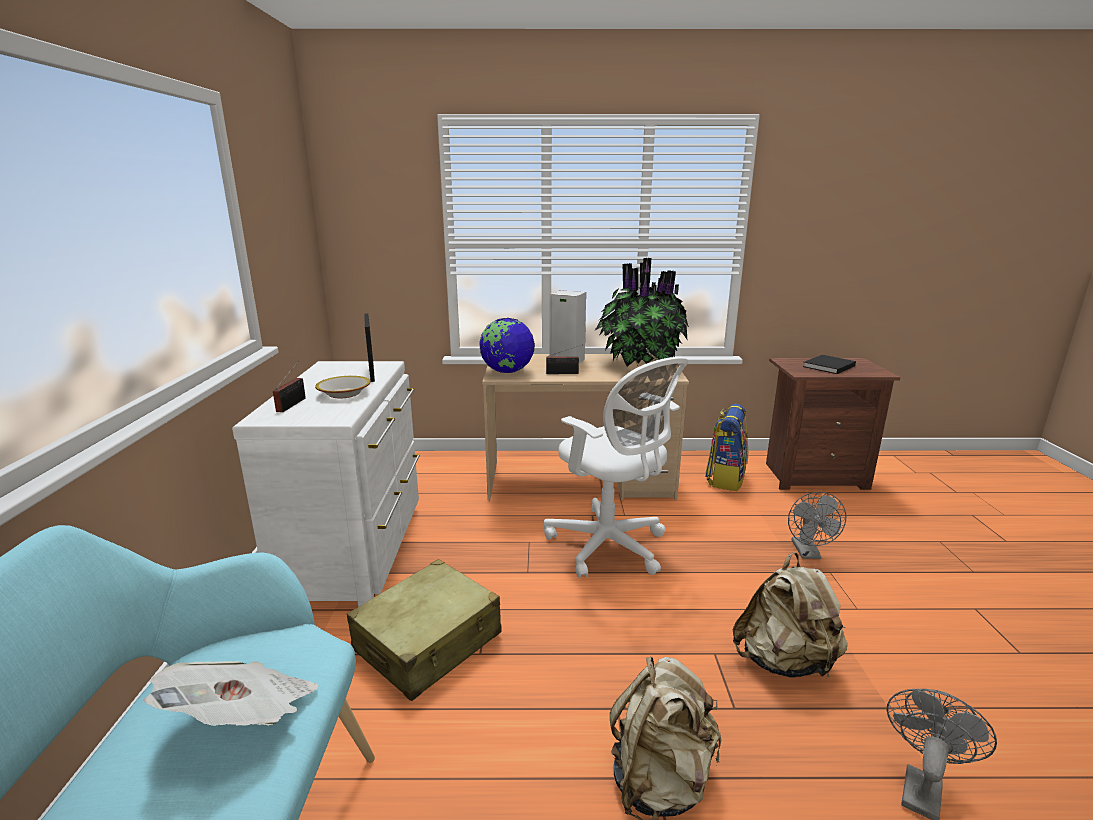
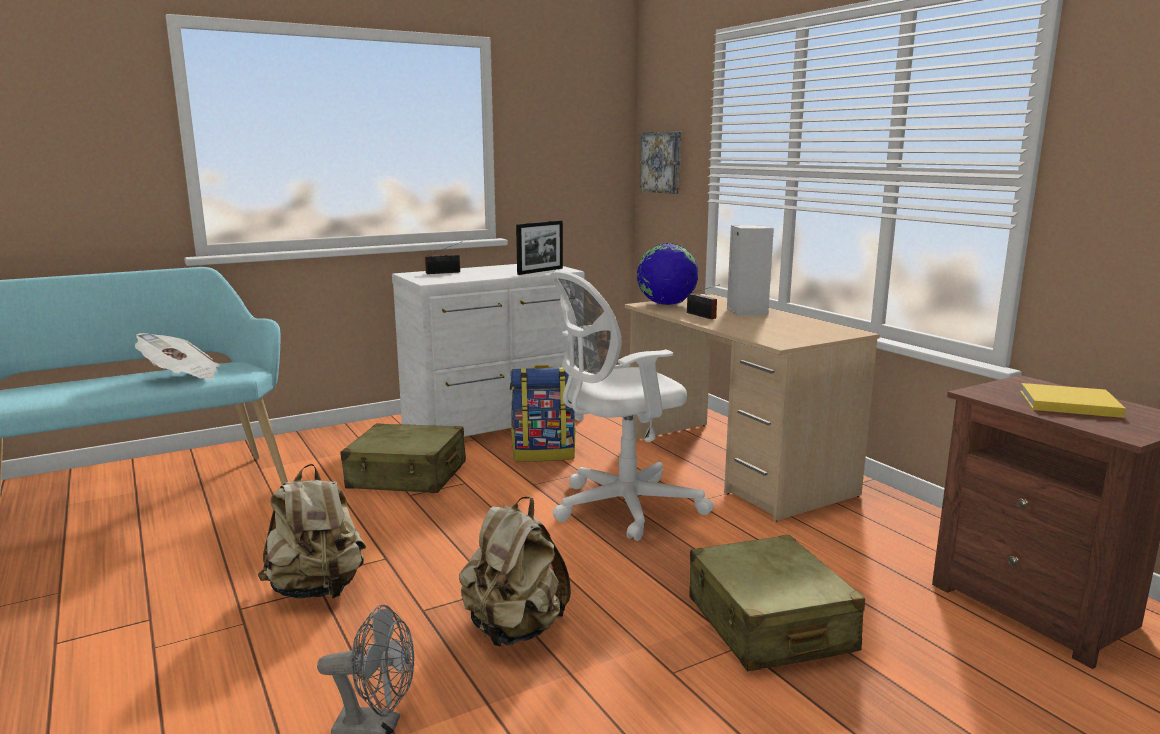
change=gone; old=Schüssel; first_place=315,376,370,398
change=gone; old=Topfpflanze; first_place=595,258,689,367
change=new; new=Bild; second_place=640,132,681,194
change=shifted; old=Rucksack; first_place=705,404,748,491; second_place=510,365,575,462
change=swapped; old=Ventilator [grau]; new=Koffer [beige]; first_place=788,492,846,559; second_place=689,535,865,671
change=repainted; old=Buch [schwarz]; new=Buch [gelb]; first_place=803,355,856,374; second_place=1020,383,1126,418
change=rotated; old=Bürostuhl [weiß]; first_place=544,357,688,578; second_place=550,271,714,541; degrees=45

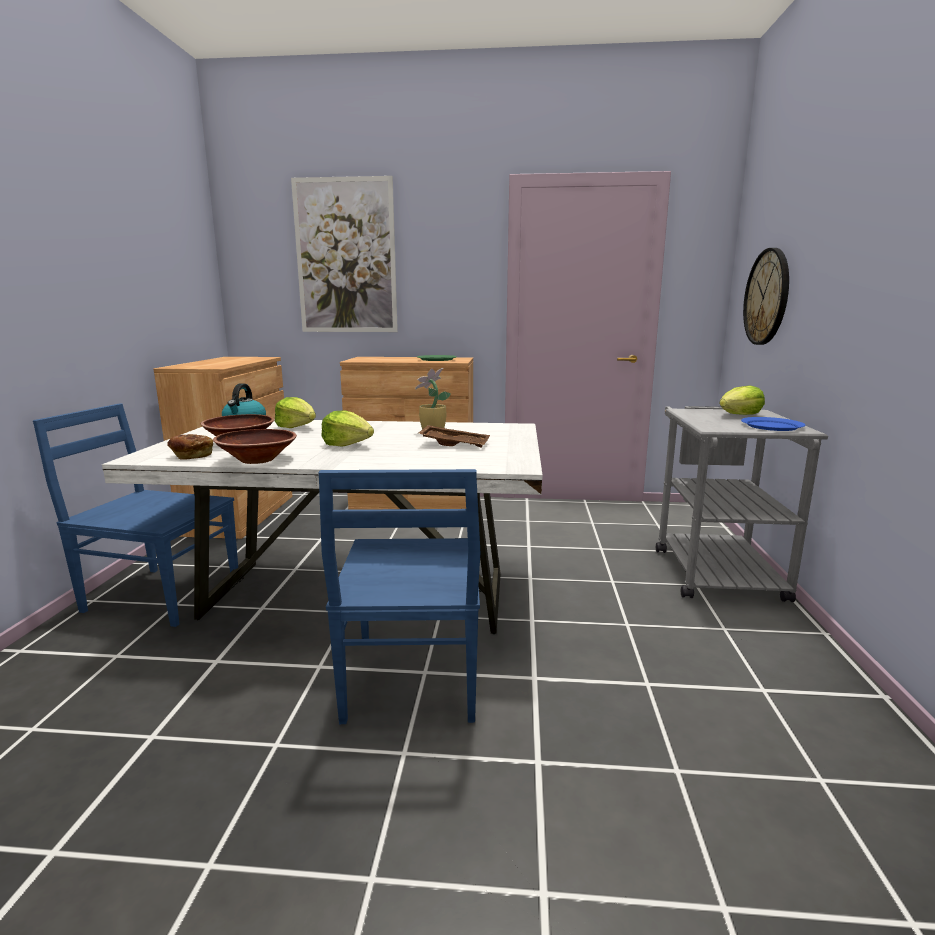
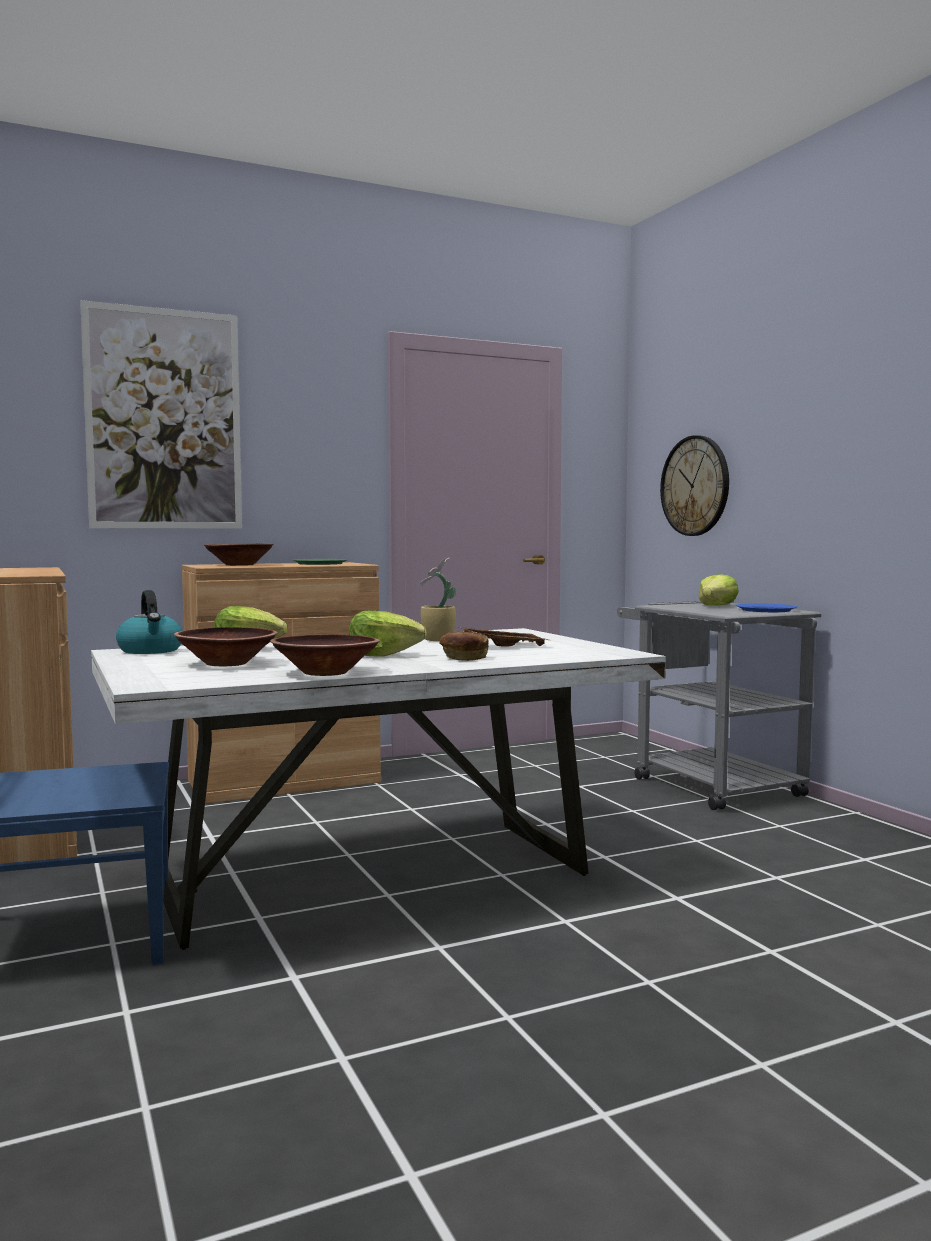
change=gone; old=Stuhl [blau]; first_place=318,469,480,724
change=new; new=Schüssel [braun]; second_place=204,543,274,566
change=shifted; old=Brot; first_place=167,434,213,460; second_place=439,631,489,661

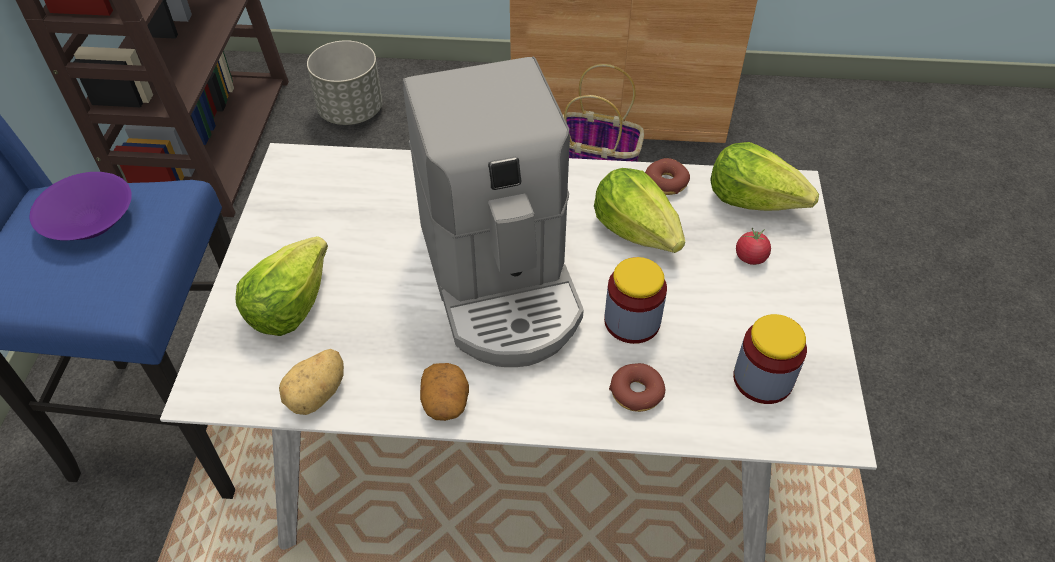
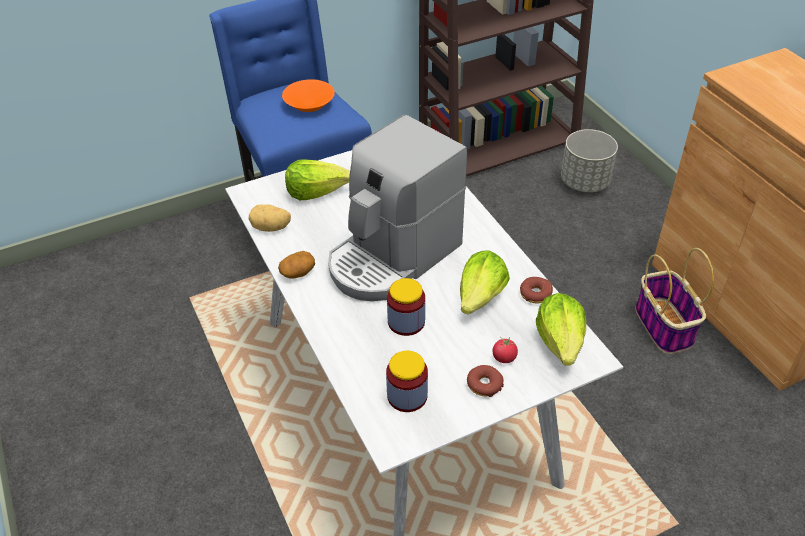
change=shifted; old=Donut; first_place=609,363,665,412; second_place=467,365,504,397
change=repainted; old=Schüssel [lila]; new=Schüssel [orange]; first_place=29,172,132,240; second_place=282,79,335,112

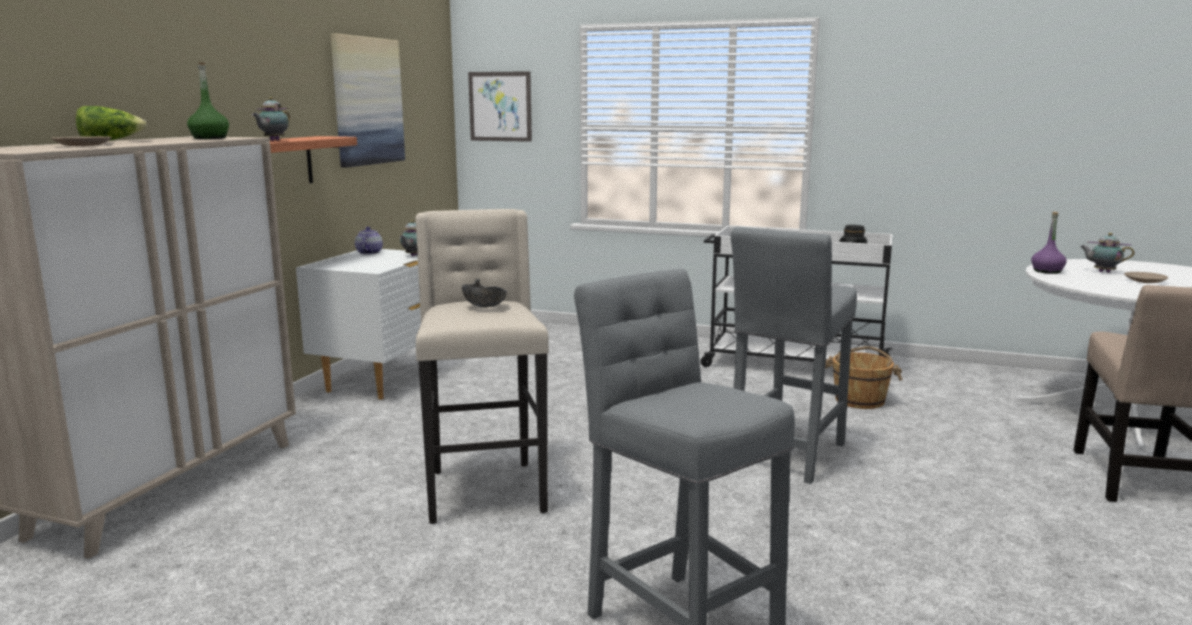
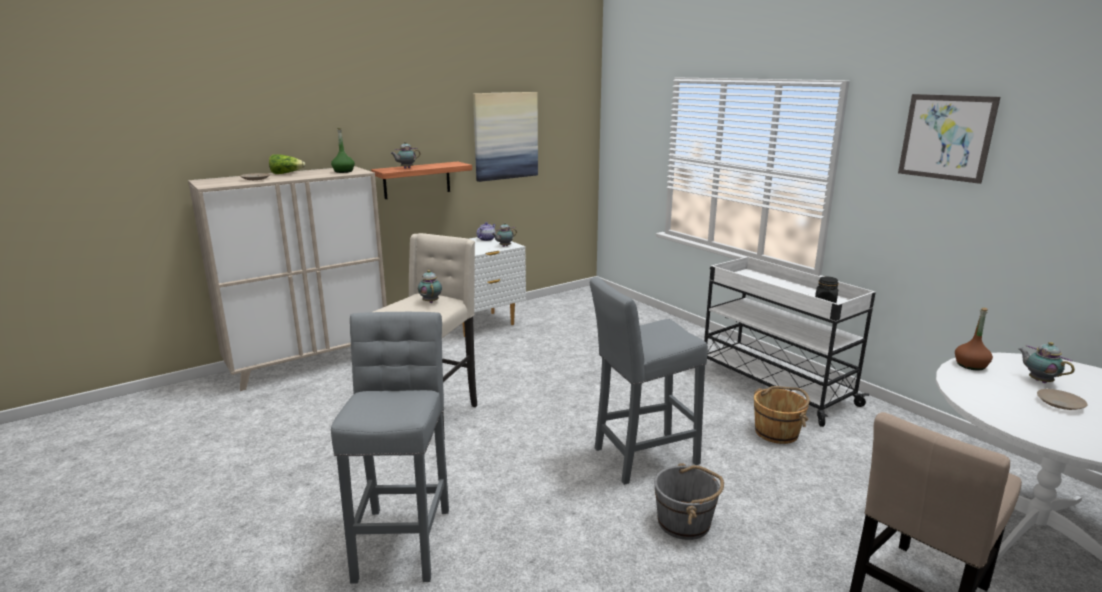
change=new; new=Eimer [grau]; second_place=654,463,724,540
change=shifted; old=Bild; first_place=468,71,532,142; second_place=898,94,1000,184
change=swapped; old=Schüssel [grau]; new=Teekanne; first_place=462,279,507,308; second_place=418,270,442,303
change=repainted; old=Flasche [lila]; new=Flasche [braun]; first_place=1031,212,1067,274; second_place=955,308,993,371

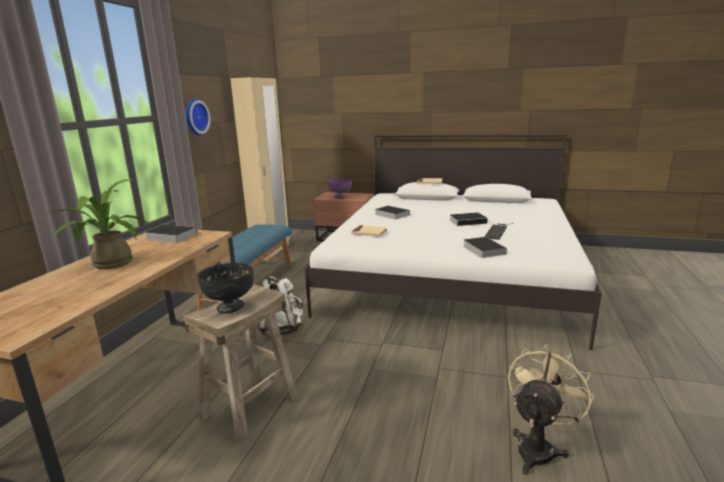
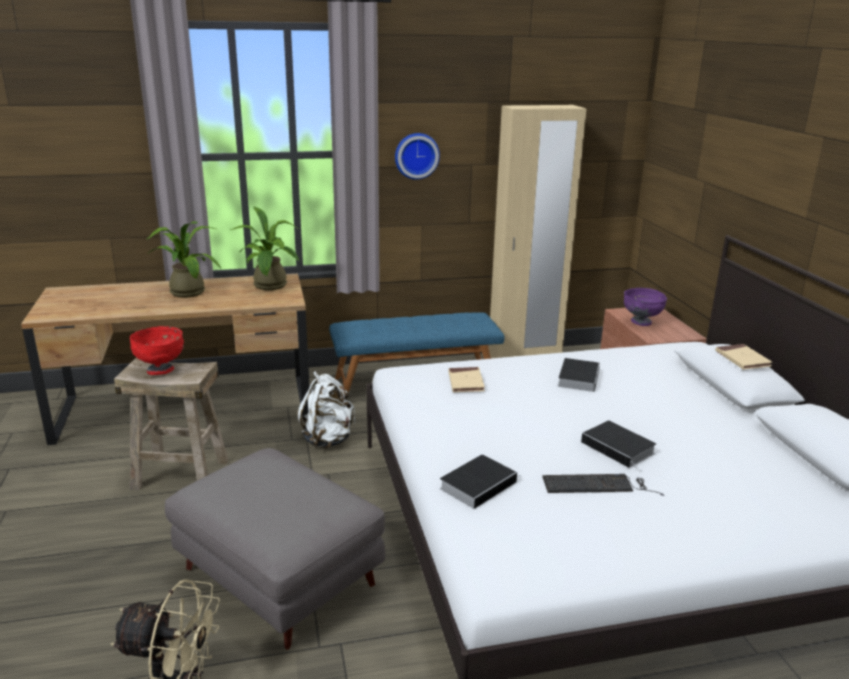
change=new; new=Polsterhocker [grau]; second_place=165,448,385,650
change=swapped; old=Buch; new=Topfpflanze; first_place=144,224,197,243; second_place=230,206,299,290
change=repainted; old=Schüssel [schwarz]; new=Schüssel [rot]; first_place=198,263,254,314; second_place=130,326,184,375

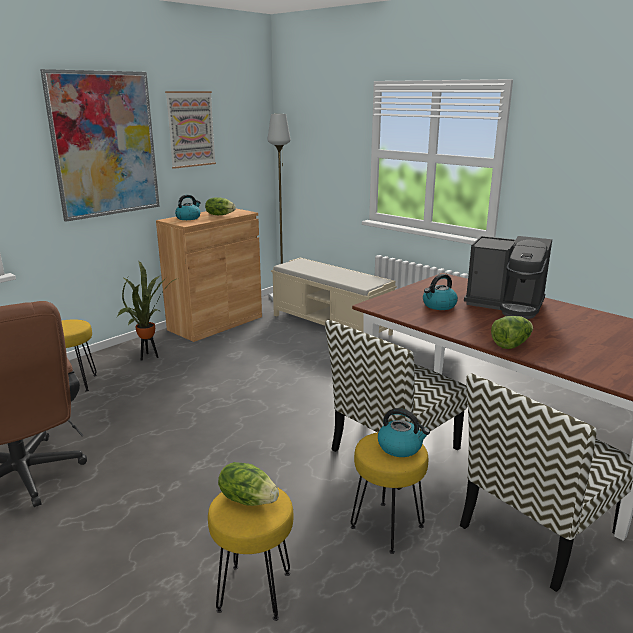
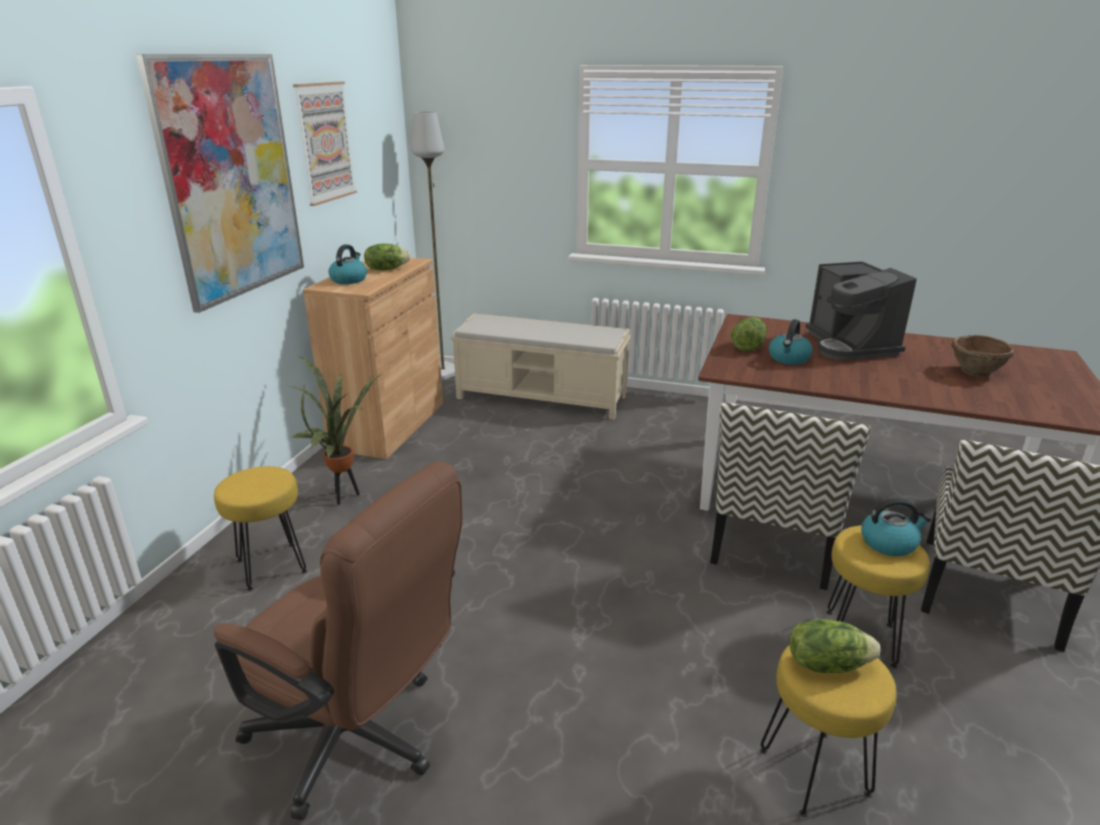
change=new; new=Schüssel [braun]; second_place=951,335,1015,377
change=shifted; old=Salatkopf; first_place=491,316,533,349; second_place=731,317,767,352
change=rotated; old=Kaffeemaschine; first_place=464,236,552,319; second_place=806,261,917,360; degrees=75

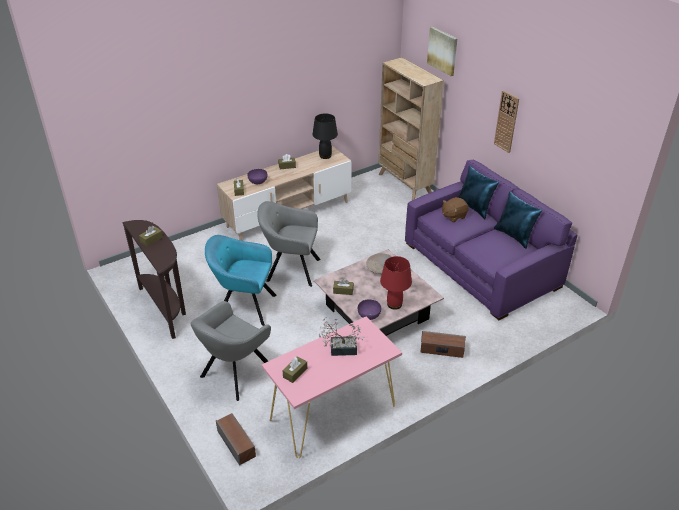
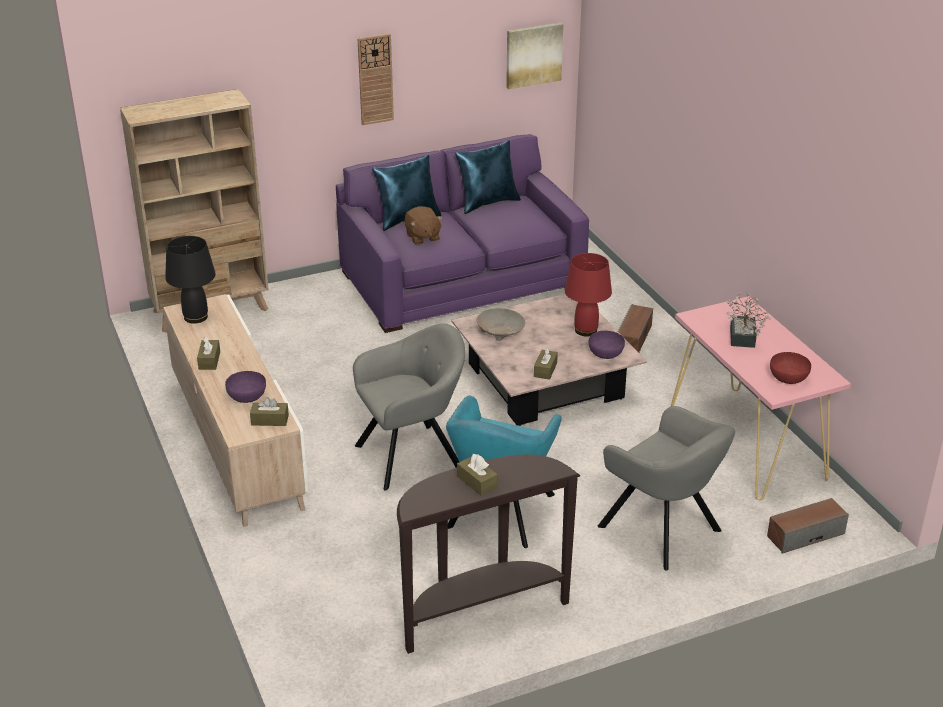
change=shifted; old=Bild; first_place=427,27,457,76; second_place=506,23,563,89
change=swapped; old=Taschentuchbox [braun]; new=Schüssel [rot]; first_place=282,356,307,383; second_place=770,352,811,384
change=rotated; old=Sessel [grau]; first_place=257,201,320,287; second_place=353,323,465,490; degrees=-135

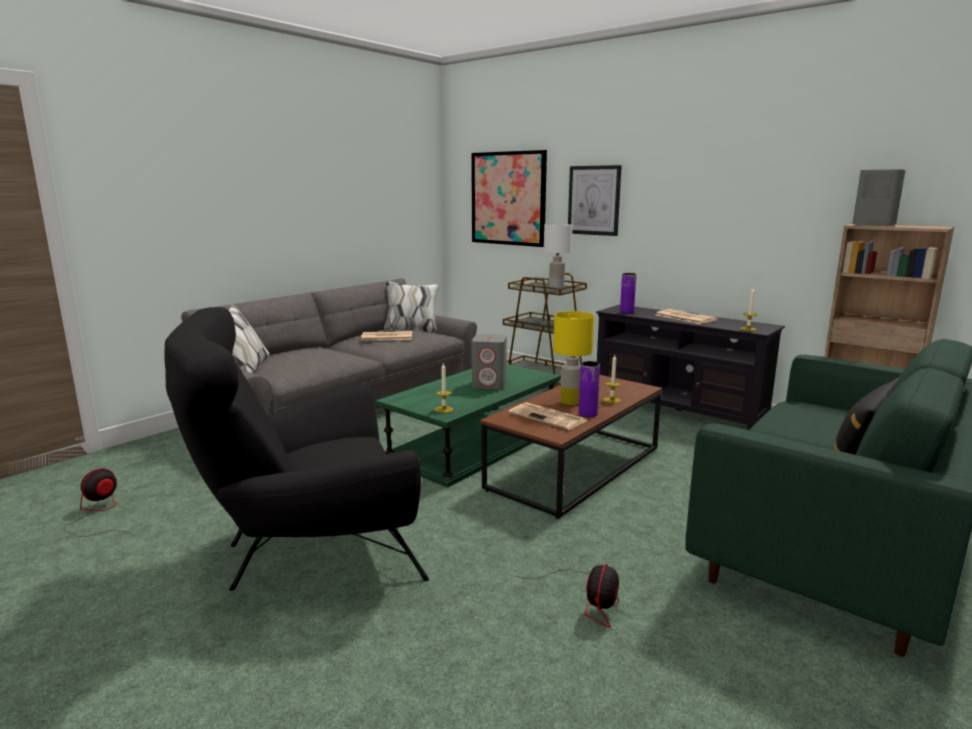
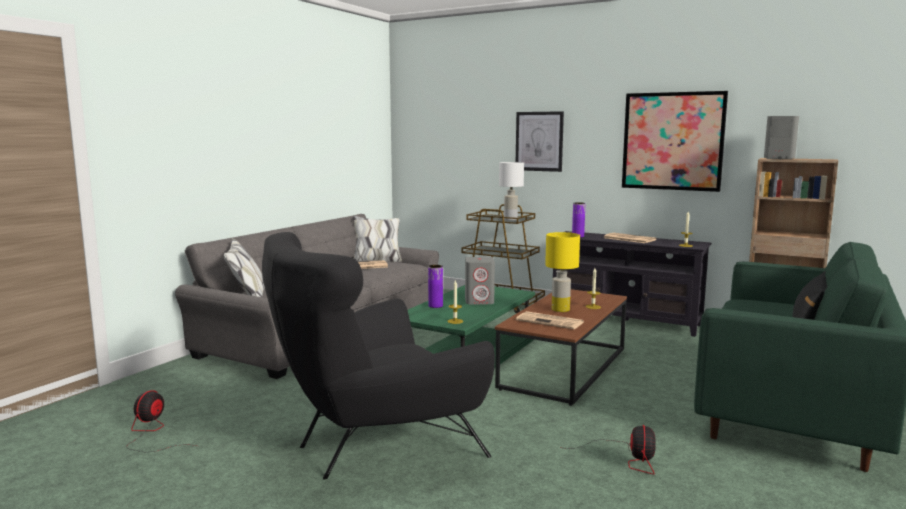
change=shifted; old=Bild; first_place=471,150,547,247; second_place=622,91,728,192
change=shifted; old=Vase [lila]; first_place=579,361,600,417; second_place=428,265,443,308

